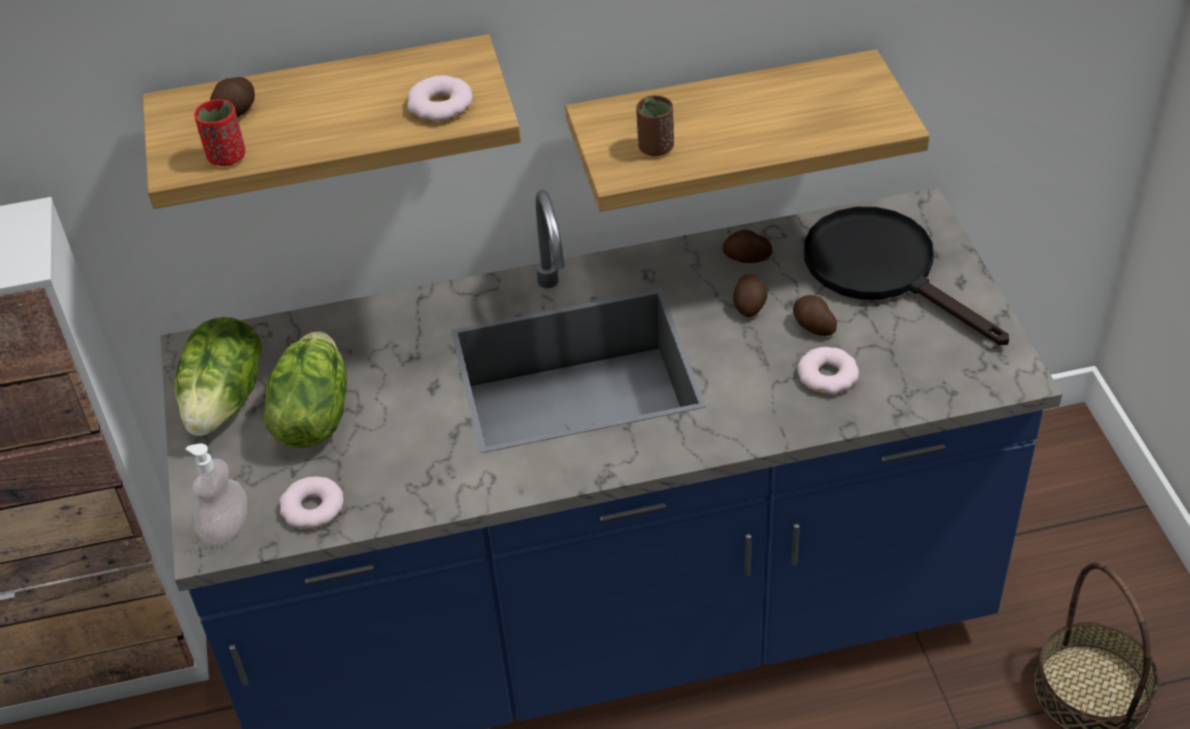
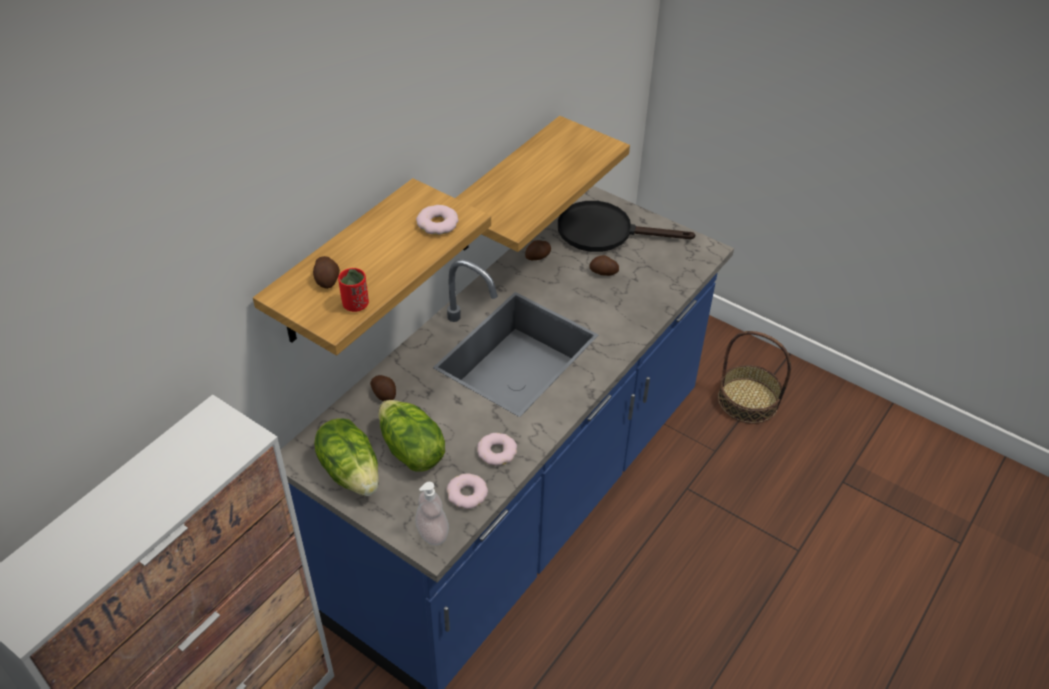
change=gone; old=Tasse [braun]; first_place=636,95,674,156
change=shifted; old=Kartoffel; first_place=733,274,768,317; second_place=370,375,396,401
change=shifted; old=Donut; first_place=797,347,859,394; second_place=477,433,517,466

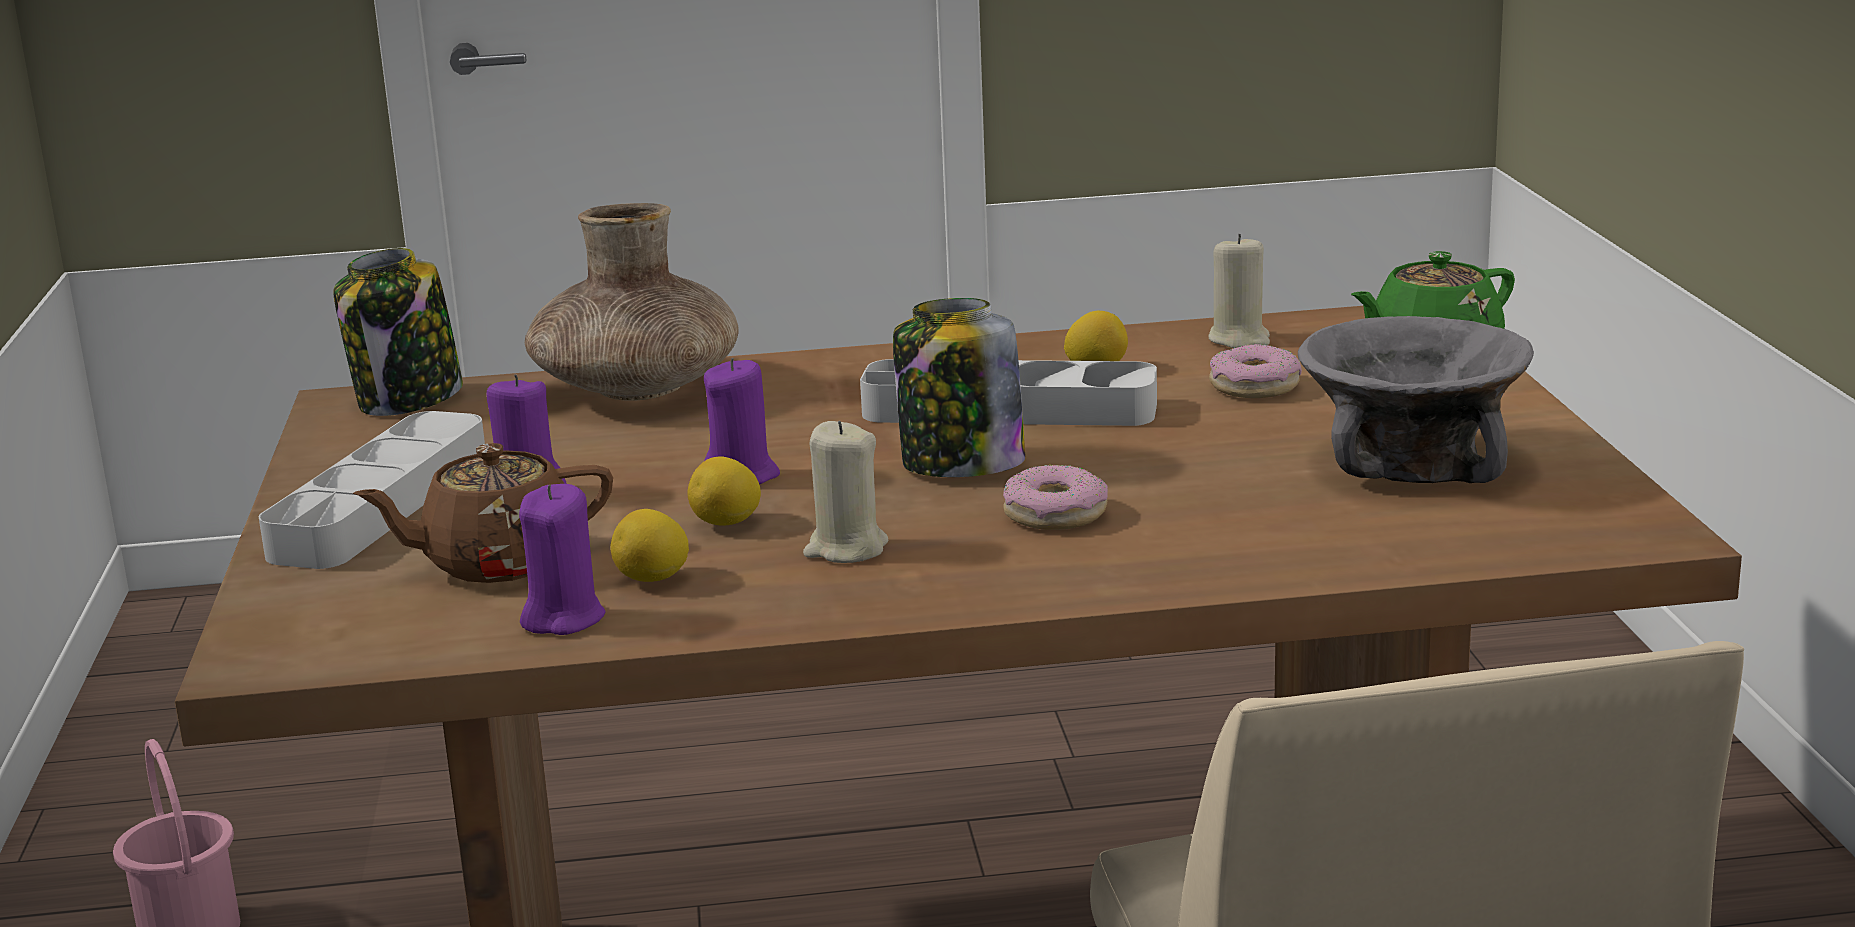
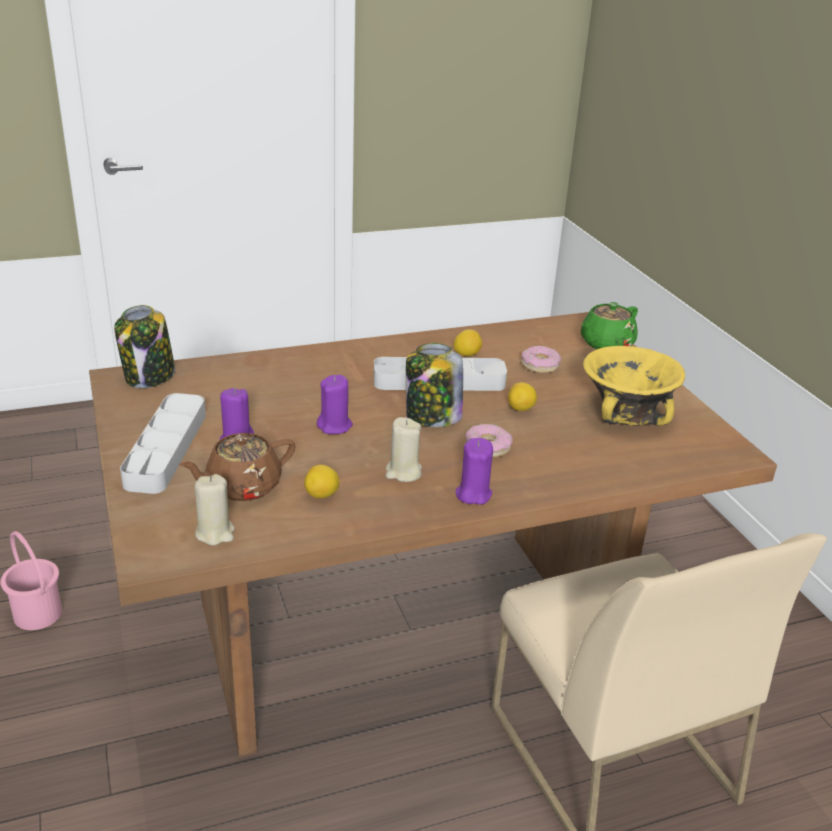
change=gone; old=Vase [braun]; first_place=525,203,739,400
change=shifted; old=Kerze [lila]; first_place=519,484,606,635; second_place=456,438,493,505
change=shifted; old=Zitrone; first_place=687,456,761,526; second_place=508,382,537,411
change=shifted; old=Kerze [beige]; first_place=1209,234,1270,348; second_place=195,474,235,546
change=repainted; old=Schüssel [grau]; new=Schüssel [gelb]; first_place=1298,316,1534,483; second_place=583,346,685,426

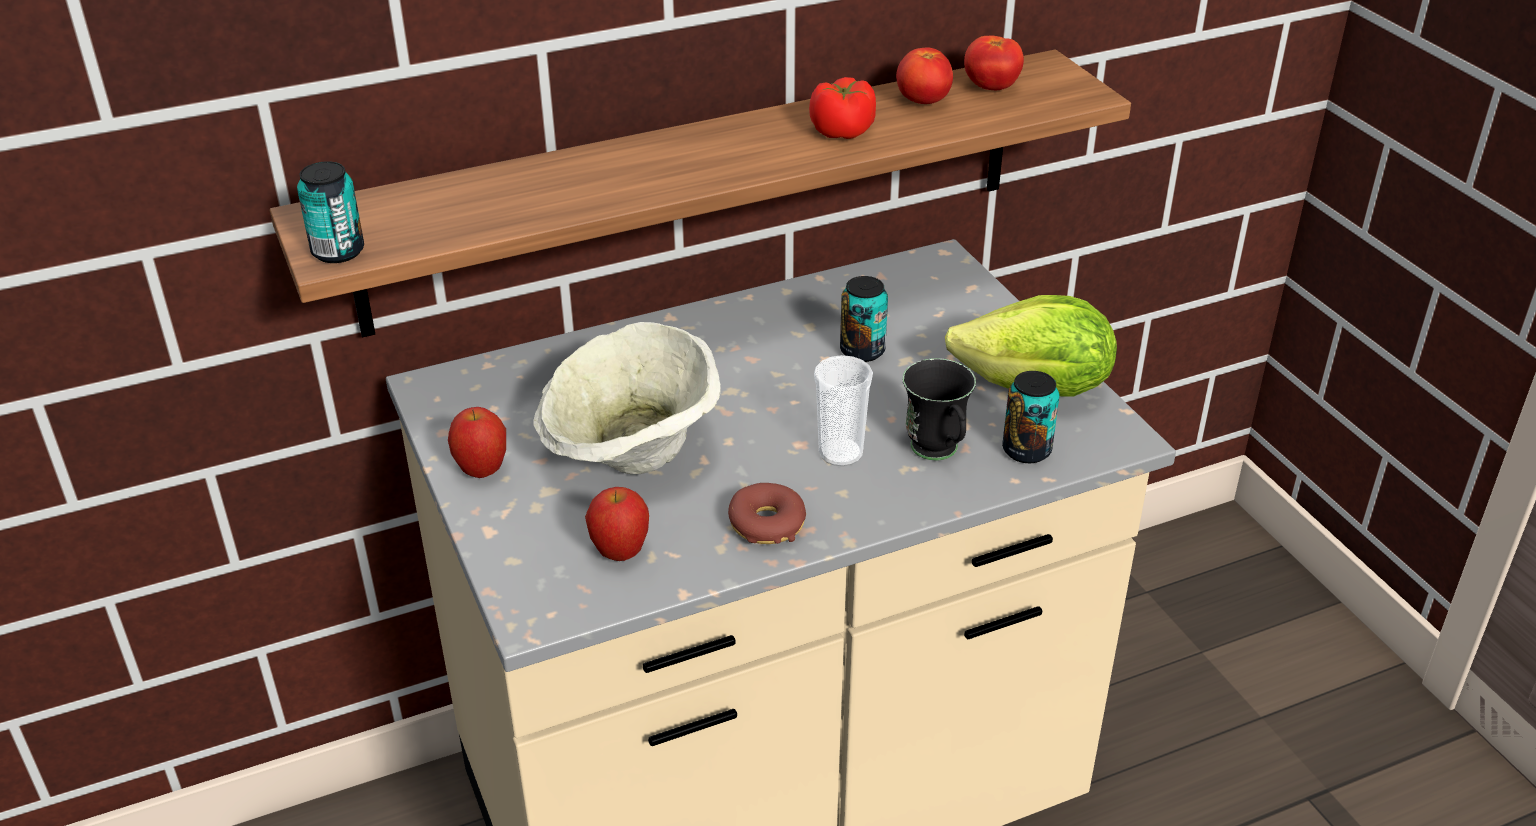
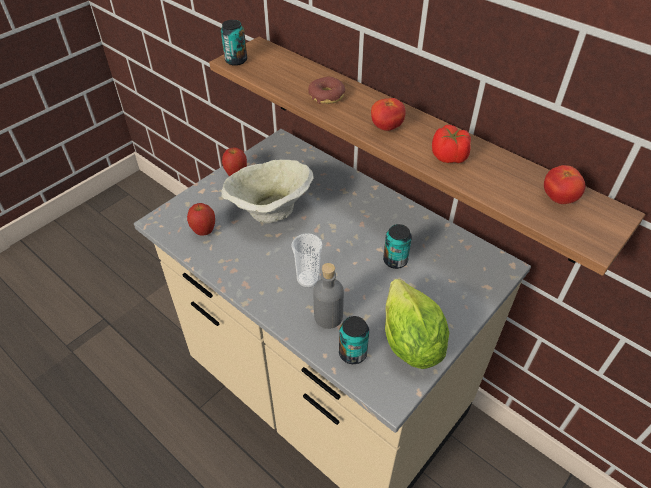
change=shifted; old=Donut; first_place=728,483,806,544; second_place=308,77,345,104
change=shifted; old=Tomate; first_place=896,47,953,104; second_place=371,98,406,131
change=swapped; old=Henkelbecher [schwarz]; new=Flasche [grau]; first_place=902,358,976,461; second_place=313,263,344,329

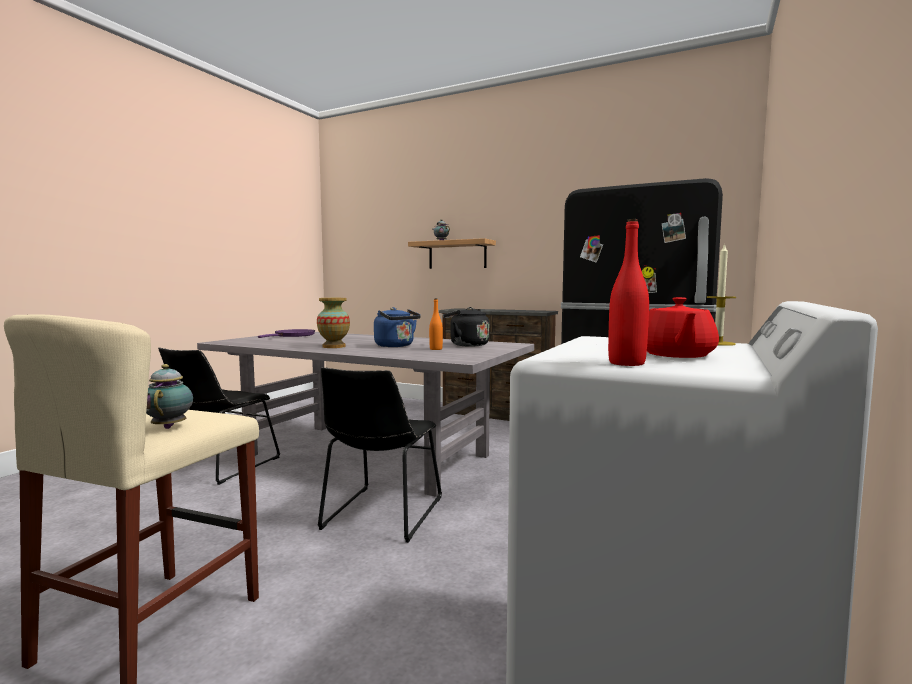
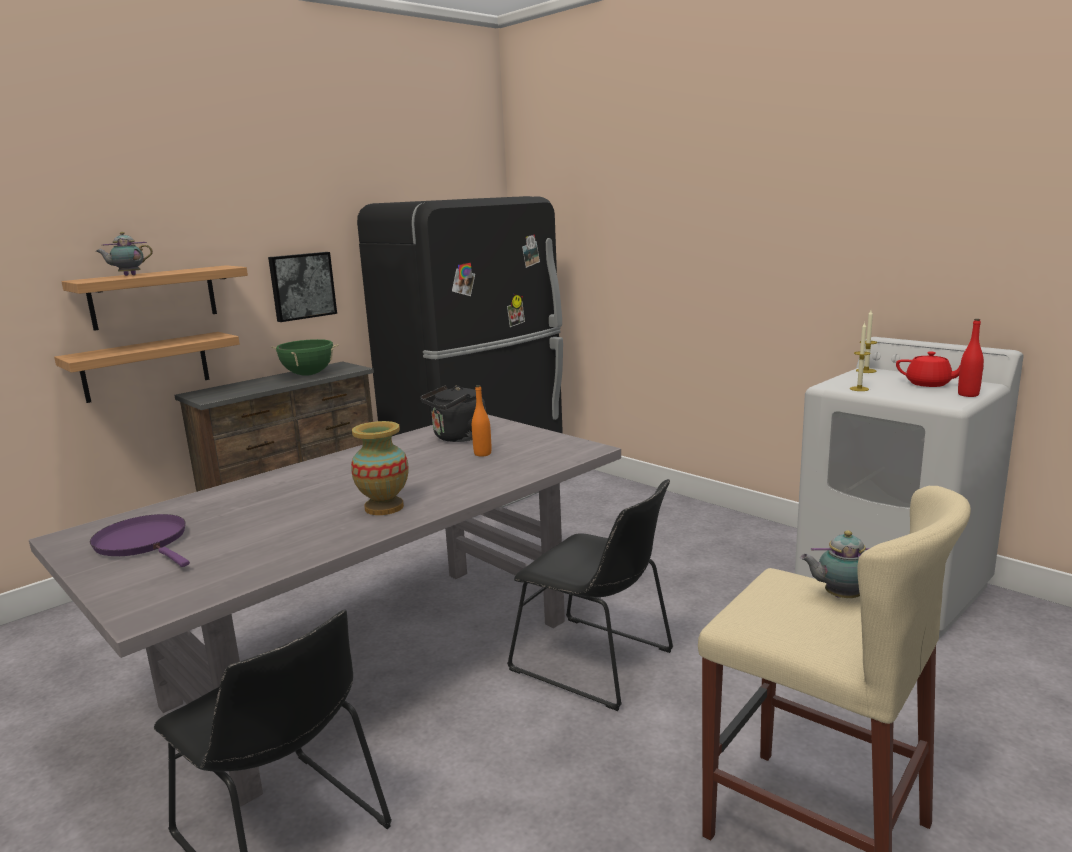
change=gone; old=Wasserkessel [blau]; first_place=374,307,421,347
change=new; new=Wandregal; second_place=54,332,240,403
change=new; new=Bild; second_place=268,252,337,322
change=new; new=Kochtopf [grün]; second_place=271,339,338,376
change=new; new=Kerze; second_place=850,322,871,391

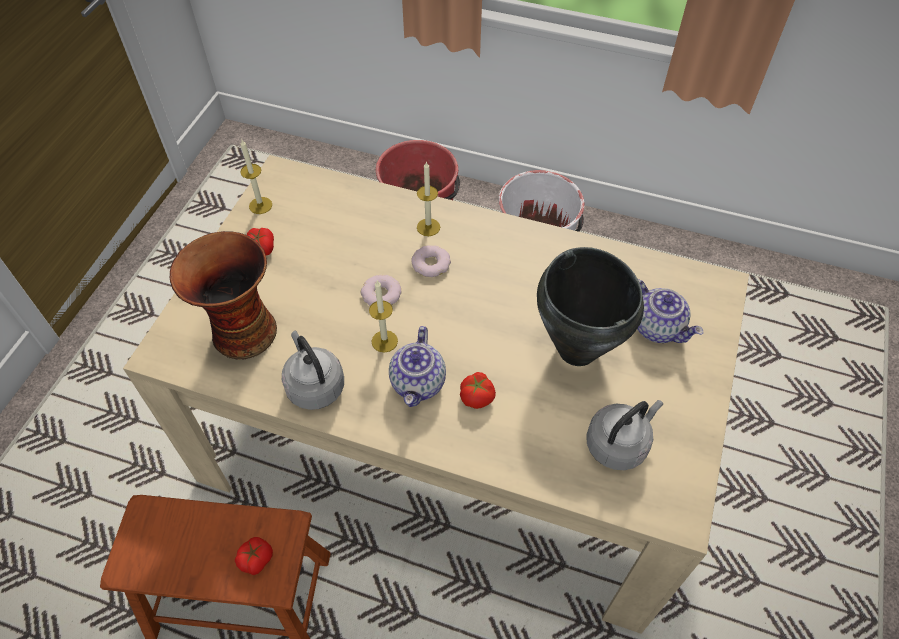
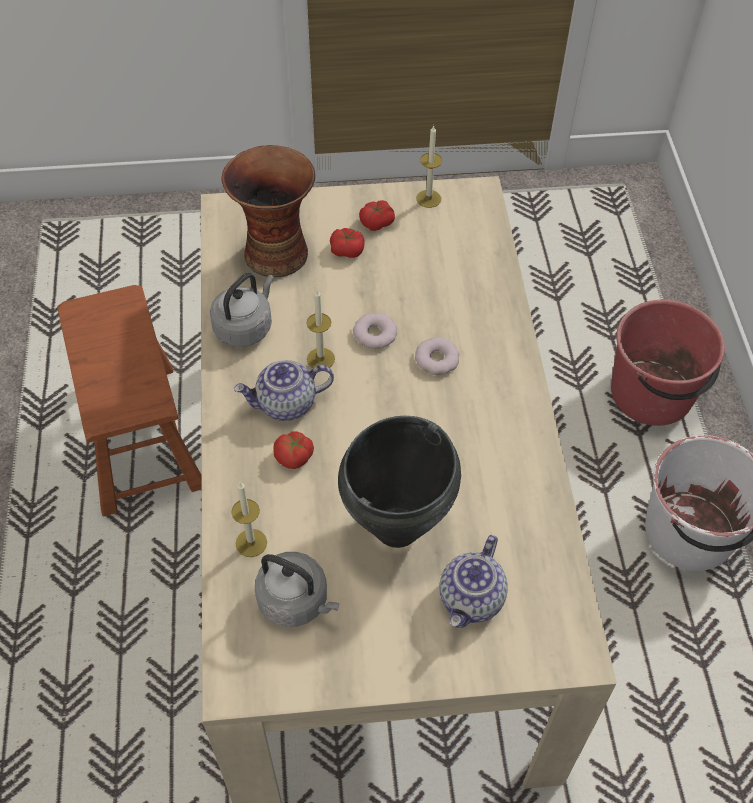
change=shifted; old=Tomate; first_place=235,537,273,575; second_place=330,228,365,258
change=shifted; old=Kerze; first_place=417,161,440,236; second_place=231,482,267,557

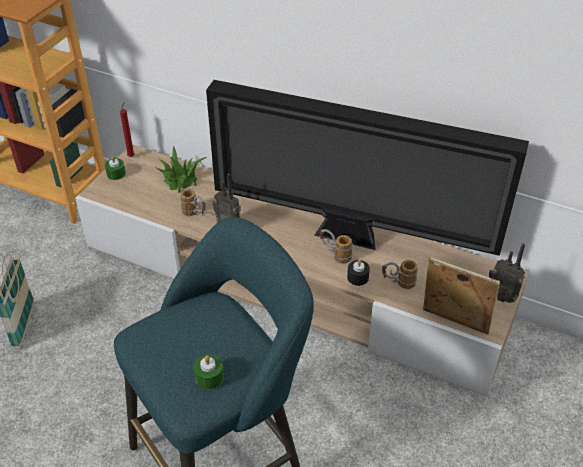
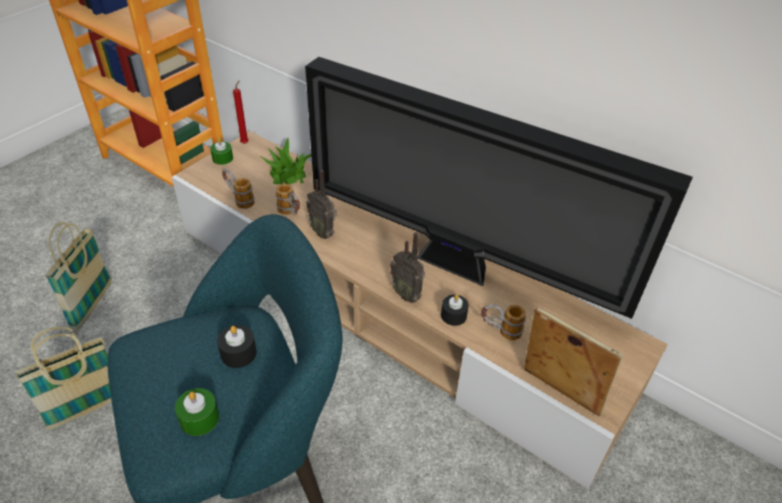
change=new; new=Korb; second_place=15,327,112,430
change=new; new=Kerze [schwarz]; second_place=217,325,257,368
change=shifted; old=Henkelbecher; first_place=319,229,353,264; second_place=222,169,254,209
change=shifted; old=Radio; first_place=489,243,525,303; second_place=390,232,425,303

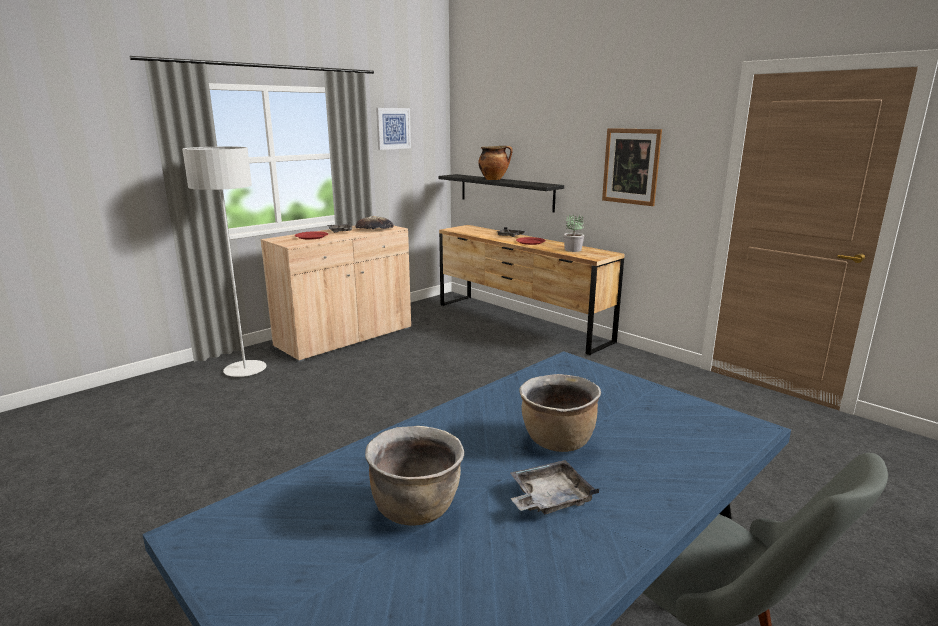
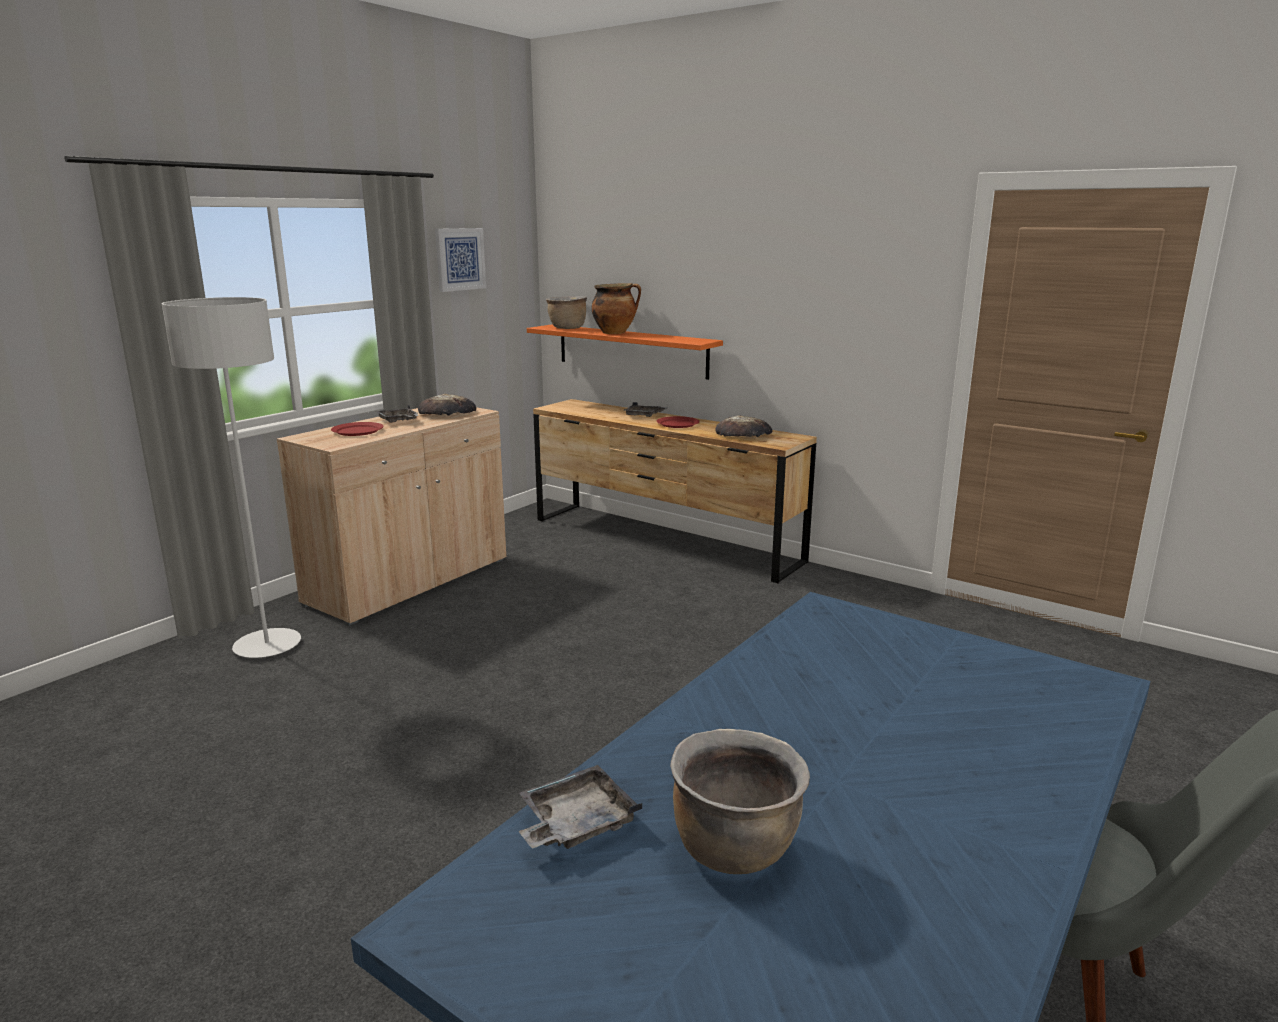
change=gone; old=Bild; first_place=602,128,662,206
change=shifted; old=Tablett [grau]; first_place=510,460,600,514; second_place=519,765,642,849
change=shifted; old=Kochtopf [braun]; first_place=519,374,601,452; second_place=546,296,587,329
change=swapped; old=Topfpflanze; new=Brot; first_place=564,215,584,252; second_place=715,415,772,437
change=repainted; old=Wandregal [schwarz]; new=Wandregal [orange]; first_place=439,174,564,212; second_place=527,324,723,380

